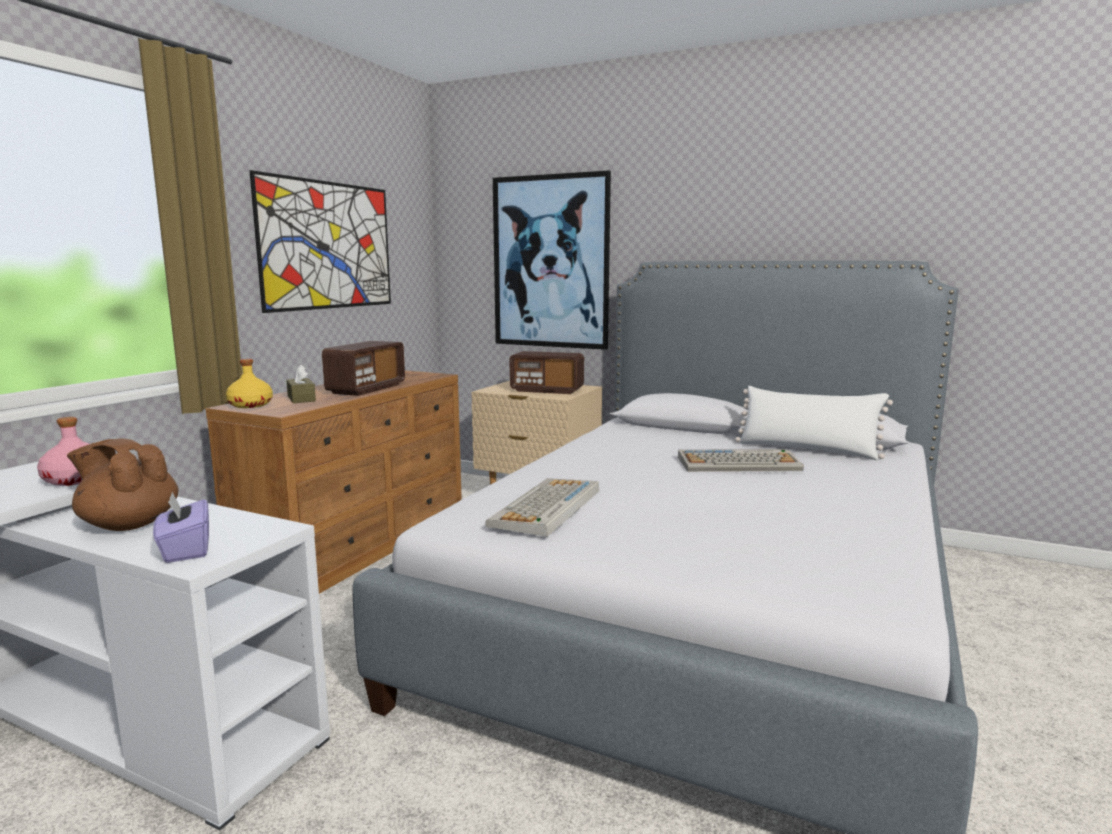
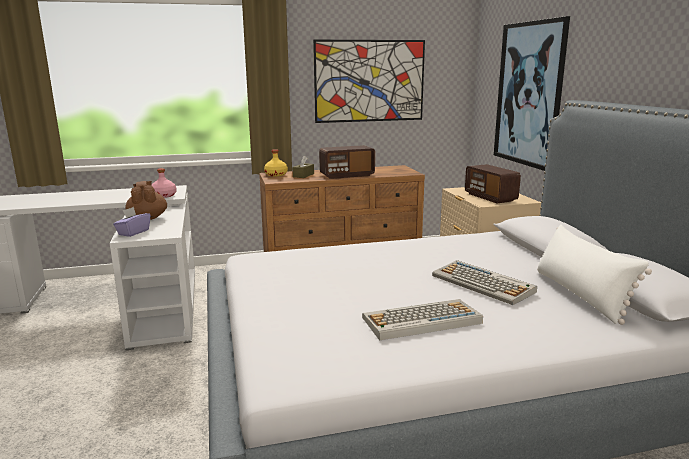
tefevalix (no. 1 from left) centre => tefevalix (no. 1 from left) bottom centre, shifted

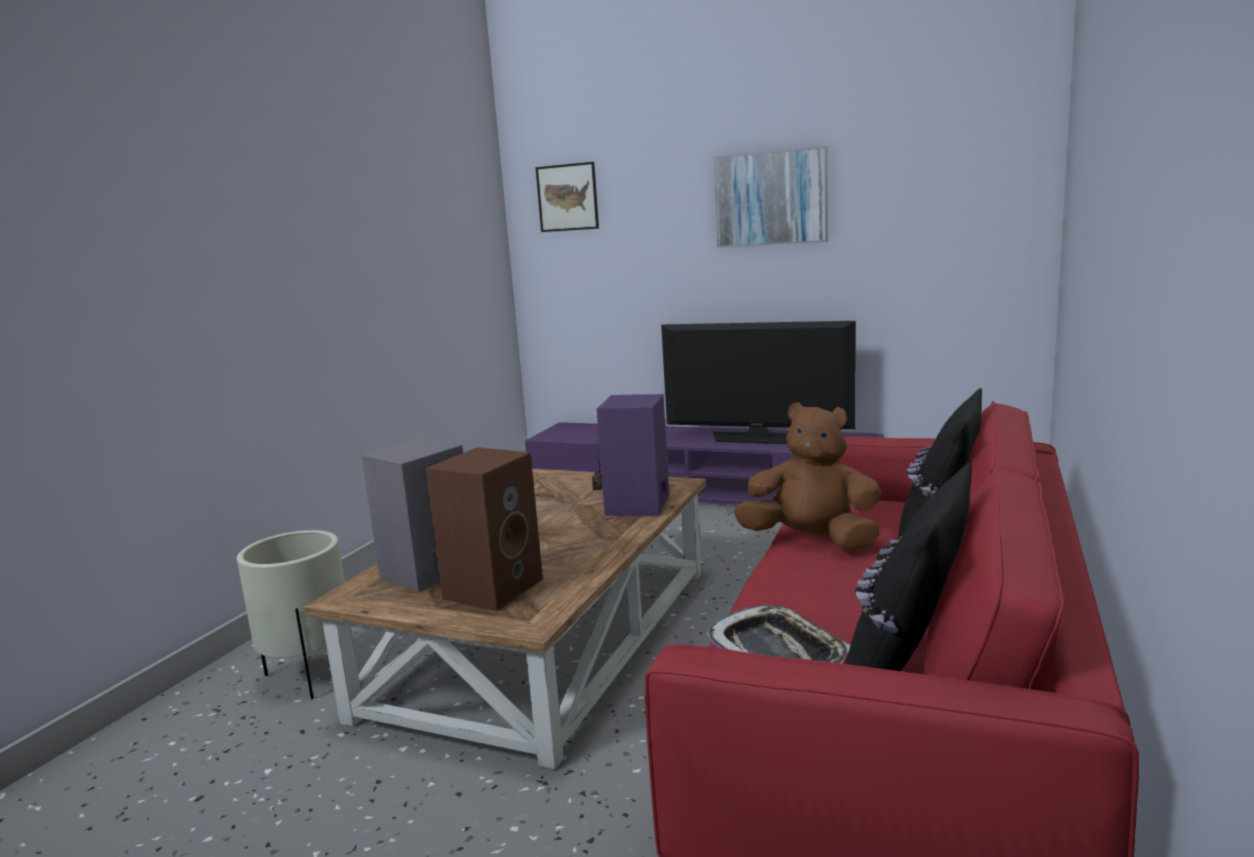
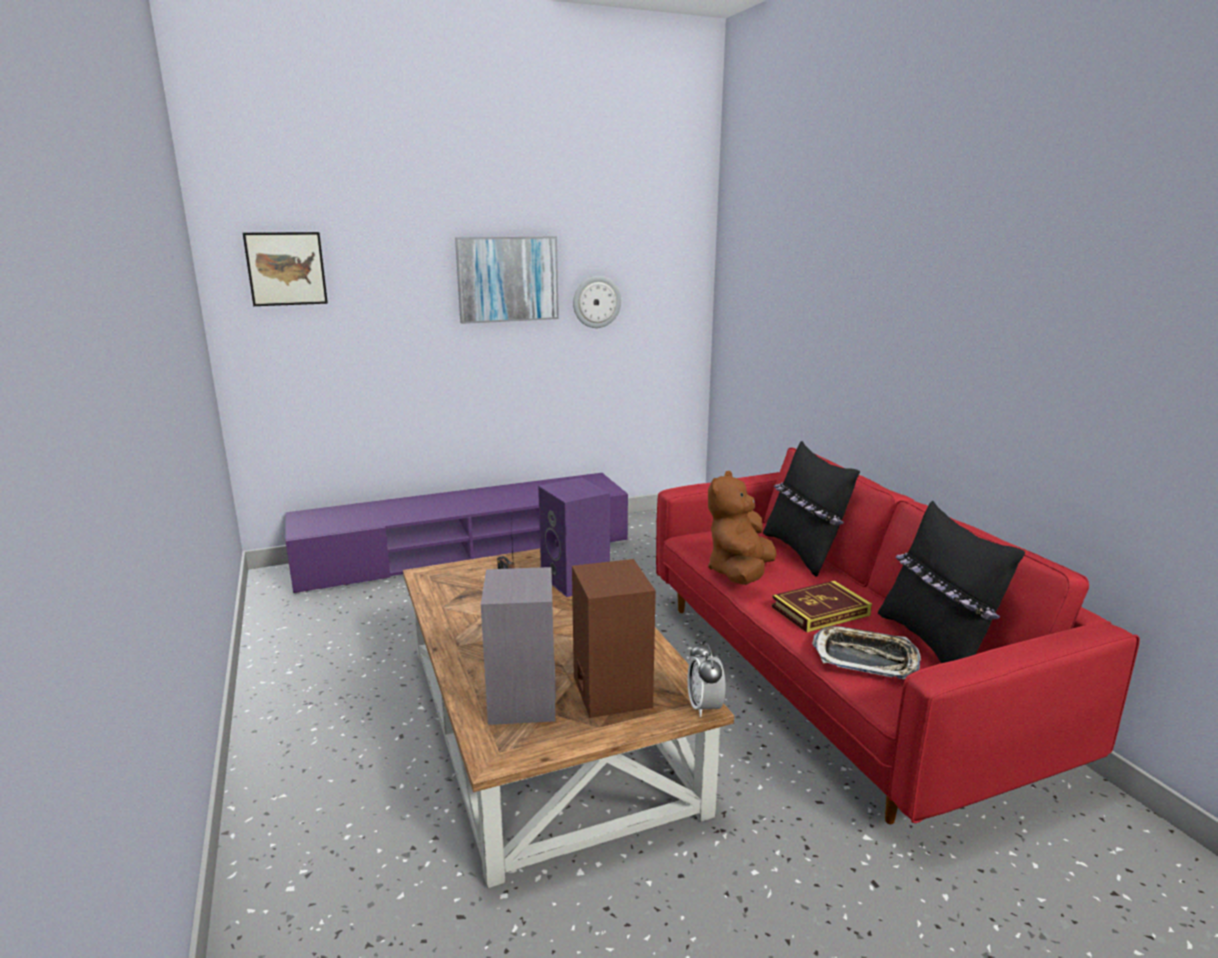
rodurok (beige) bottom left => nothing
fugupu centre => nothing
nothing => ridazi top centre
nothing => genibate bottom centre
nothing => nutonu middle right
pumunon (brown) centre, 45 degrees counterclockwise

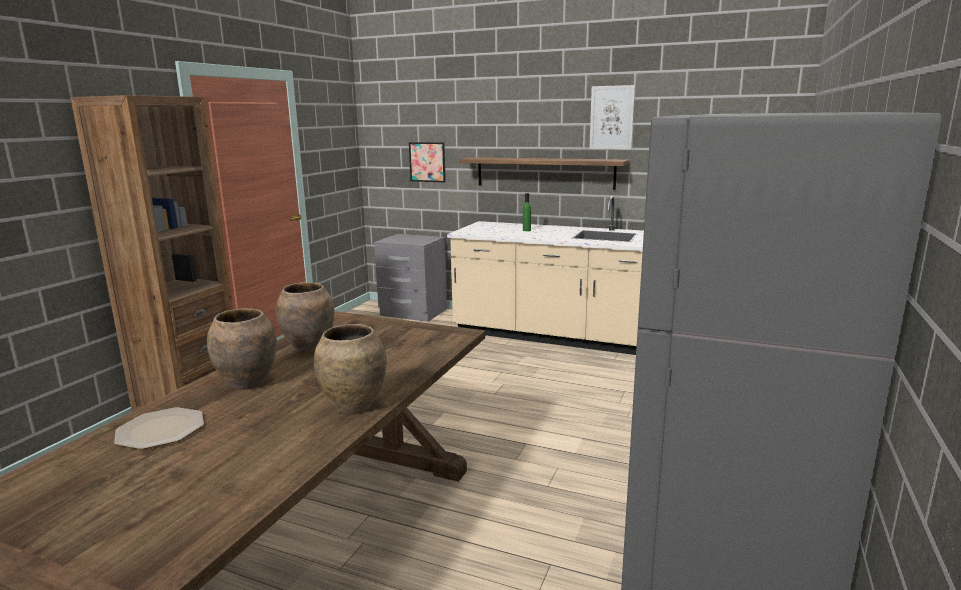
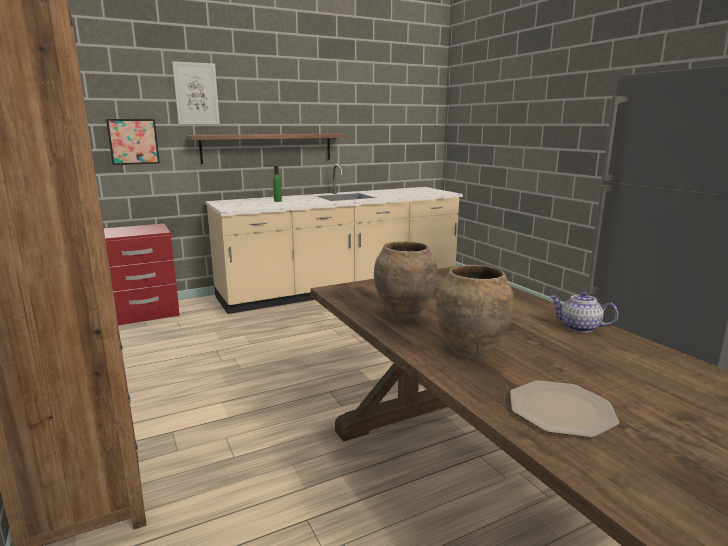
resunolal (no. 2 from left) top centre => resunolal (no. 2 from left) top left, shifted
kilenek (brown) (no. 3 from left) centre => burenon middle right
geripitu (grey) centre => geripitu (red) middle left

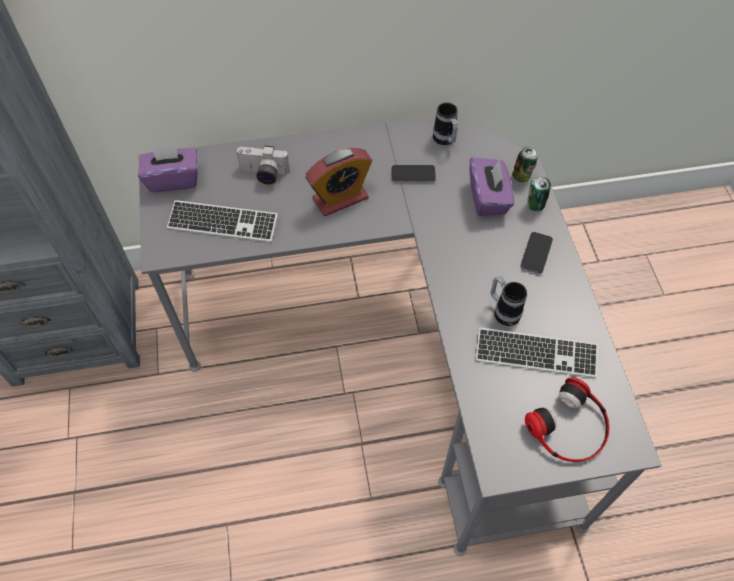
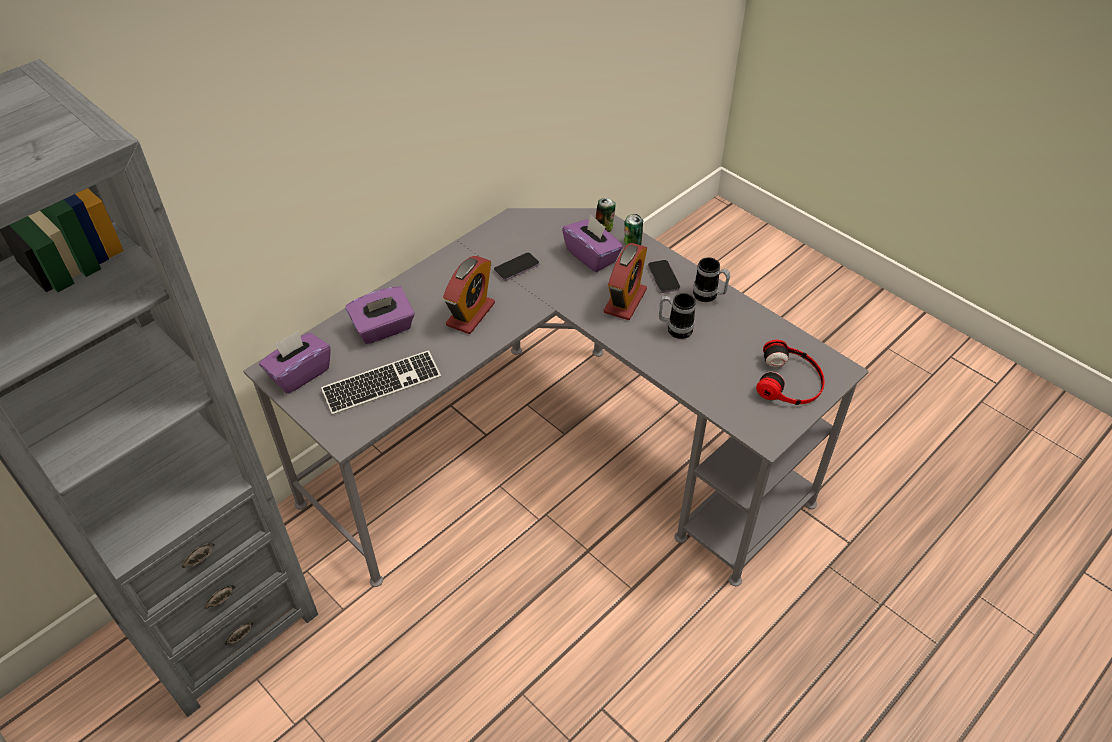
tefevalix (no. 2 from left) middle right => nothing
nothing => genibate (no. 2 from left) centre
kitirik (no. 1 from left in the first image) top centre => kitirik (no. 2 from left) centre, shifted
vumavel top centre => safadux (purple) (no. 2 from left) centre

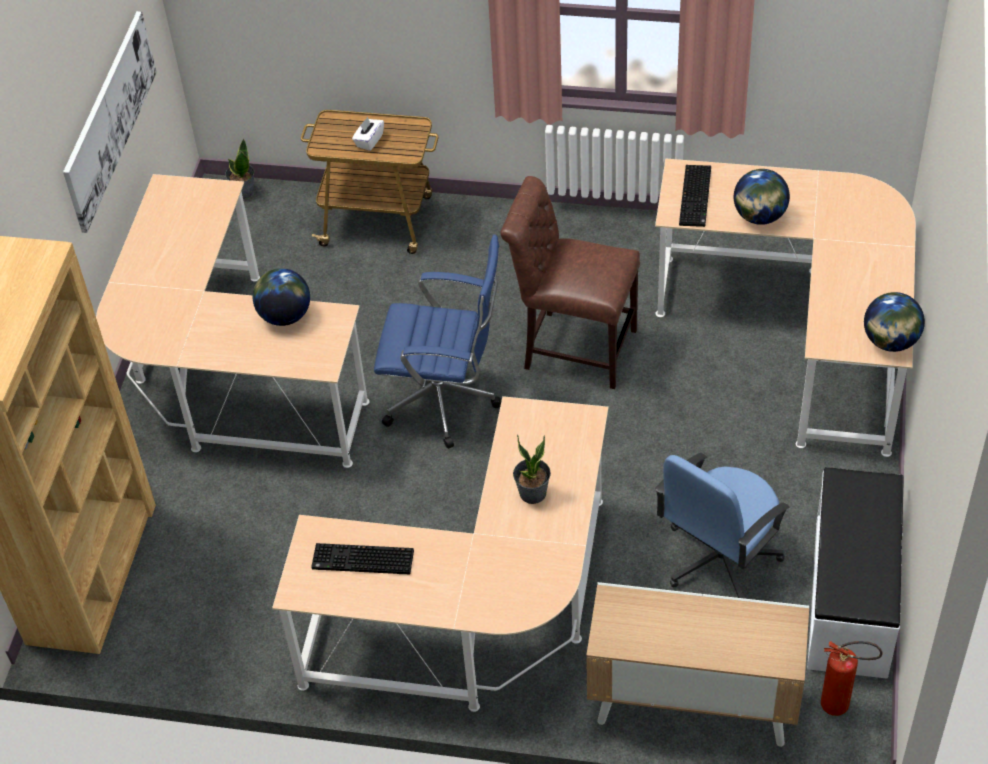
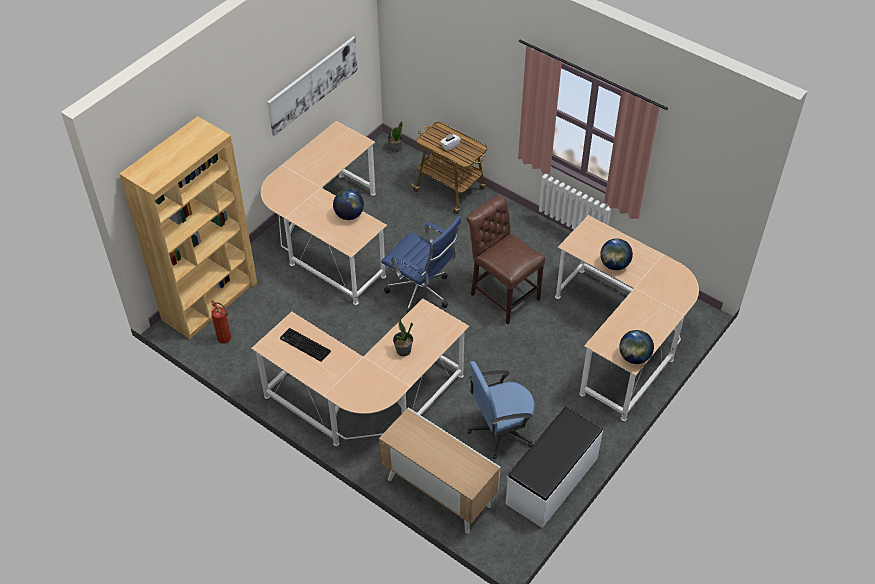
tefevalix (no. 2 from left) top right => nothing
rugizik bottom right => rugizik middle left, shifted

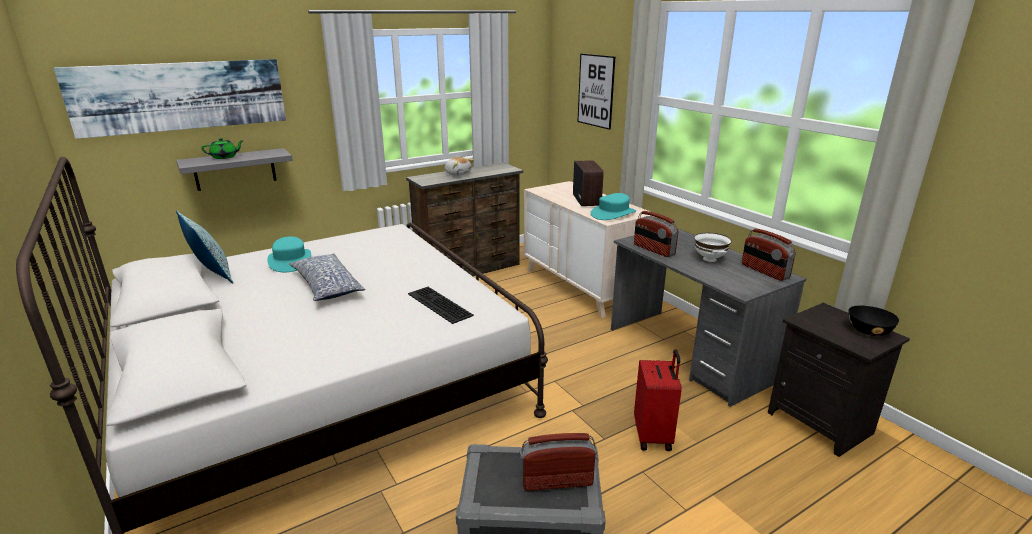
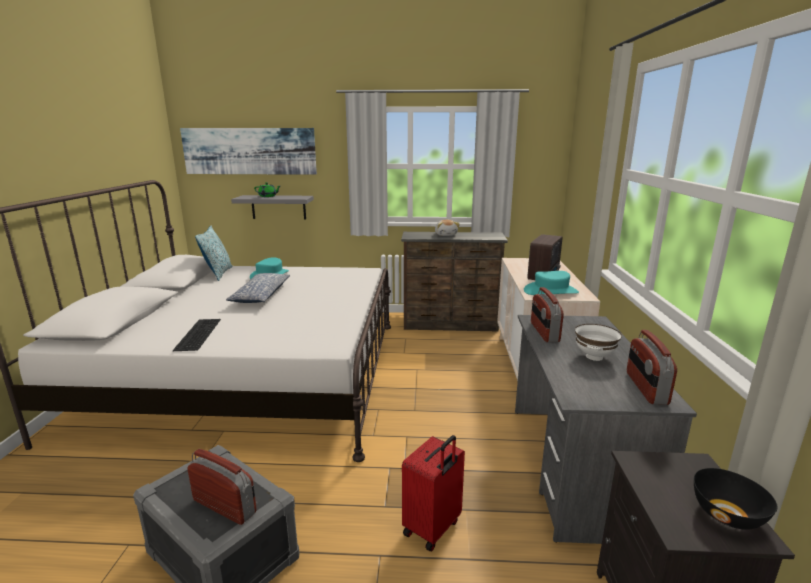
resunolal (no. 2 from left) top centre => nothing
tefevalix centre => tefevalix middle left, shifted

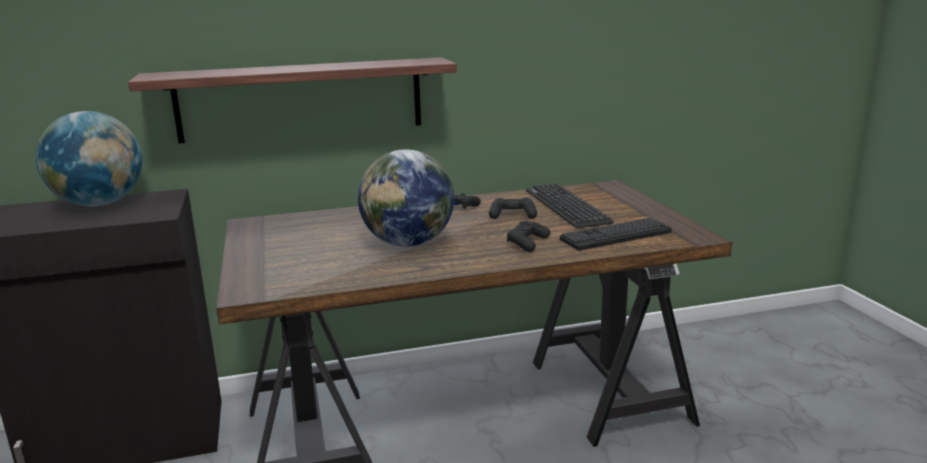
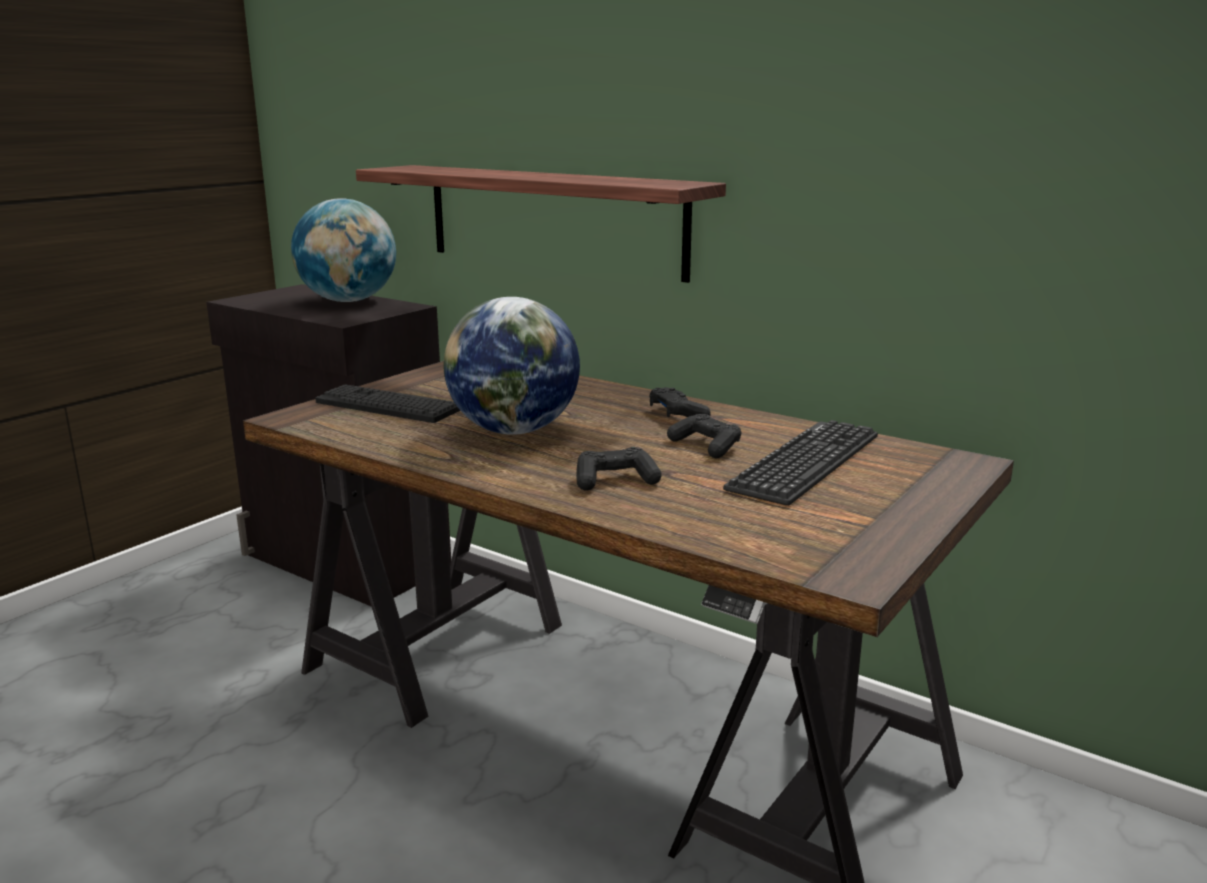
tefevalix (no. 2 from left in the first image) centre => tefevalix (no. 1 from left) middle left, shifted

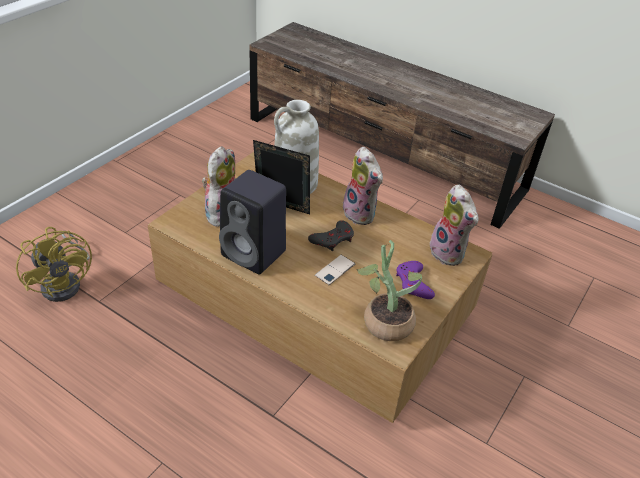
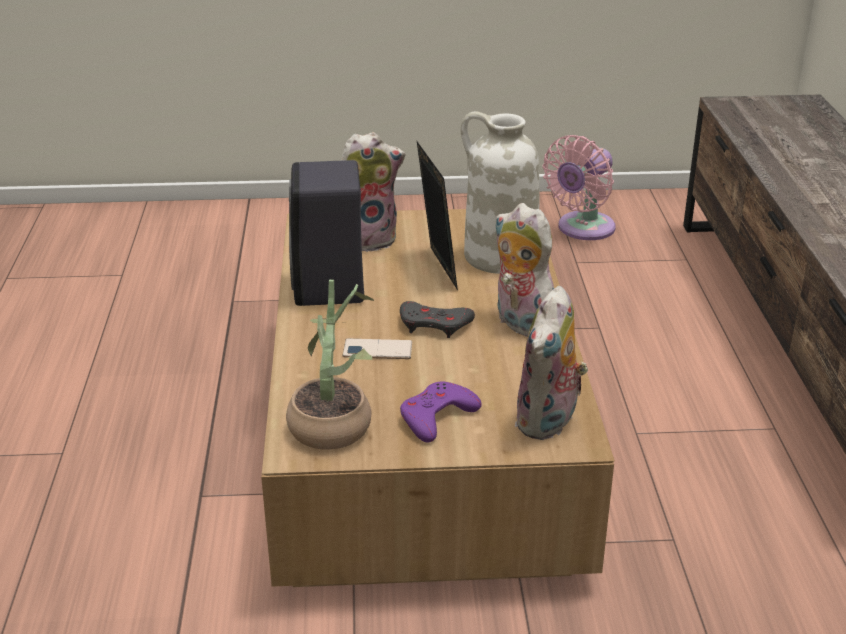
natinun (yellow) middle left => nothing
nothing => natinun (pink) top right
pumunon (no. 2 from left) centre, 120 degrees clockwise

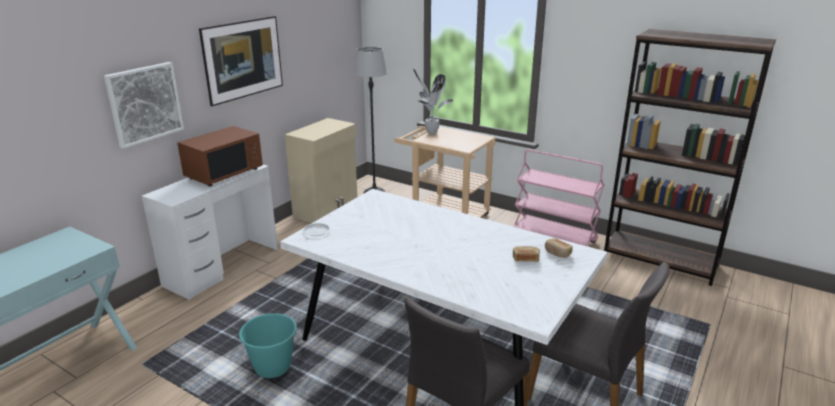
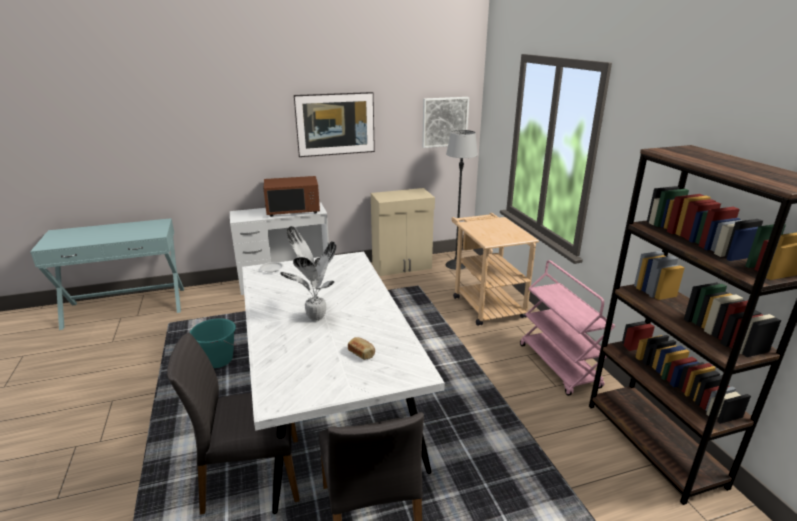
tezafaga (no. 2 from left) middle right => nothing
resunolal (no. 1 from left in the first image) top left => resunolal (no. 2 from left) top centre, shifted
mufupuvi top centre => mufupuvi centre, shifted

